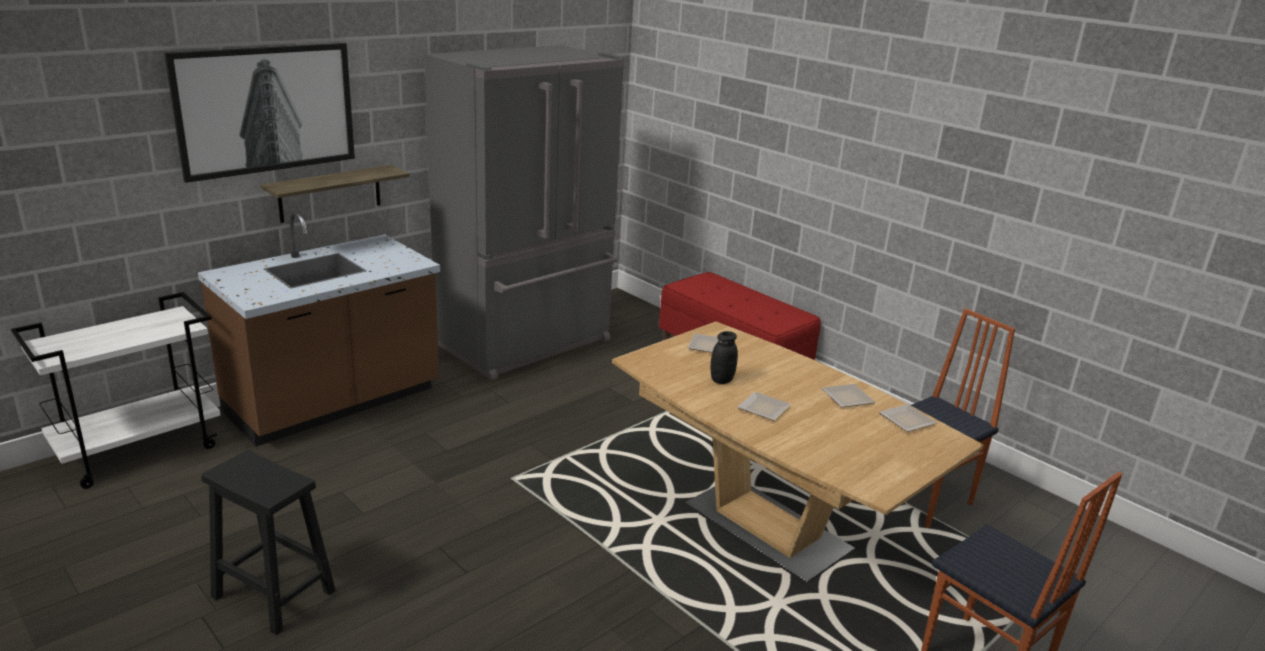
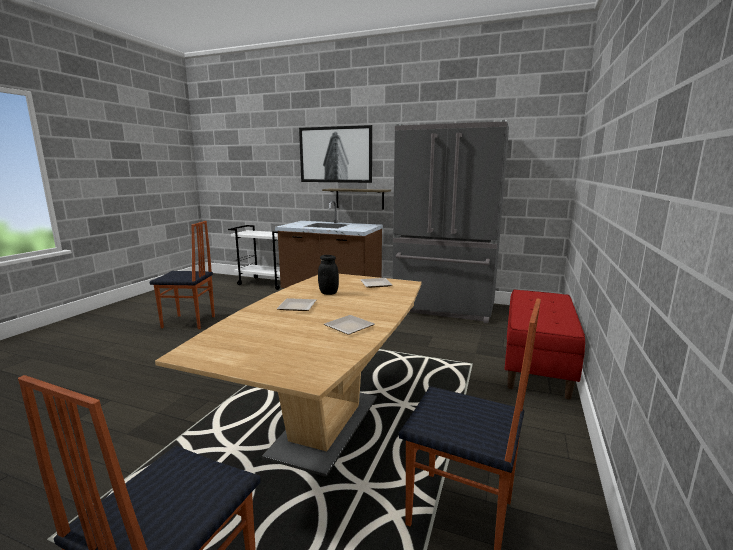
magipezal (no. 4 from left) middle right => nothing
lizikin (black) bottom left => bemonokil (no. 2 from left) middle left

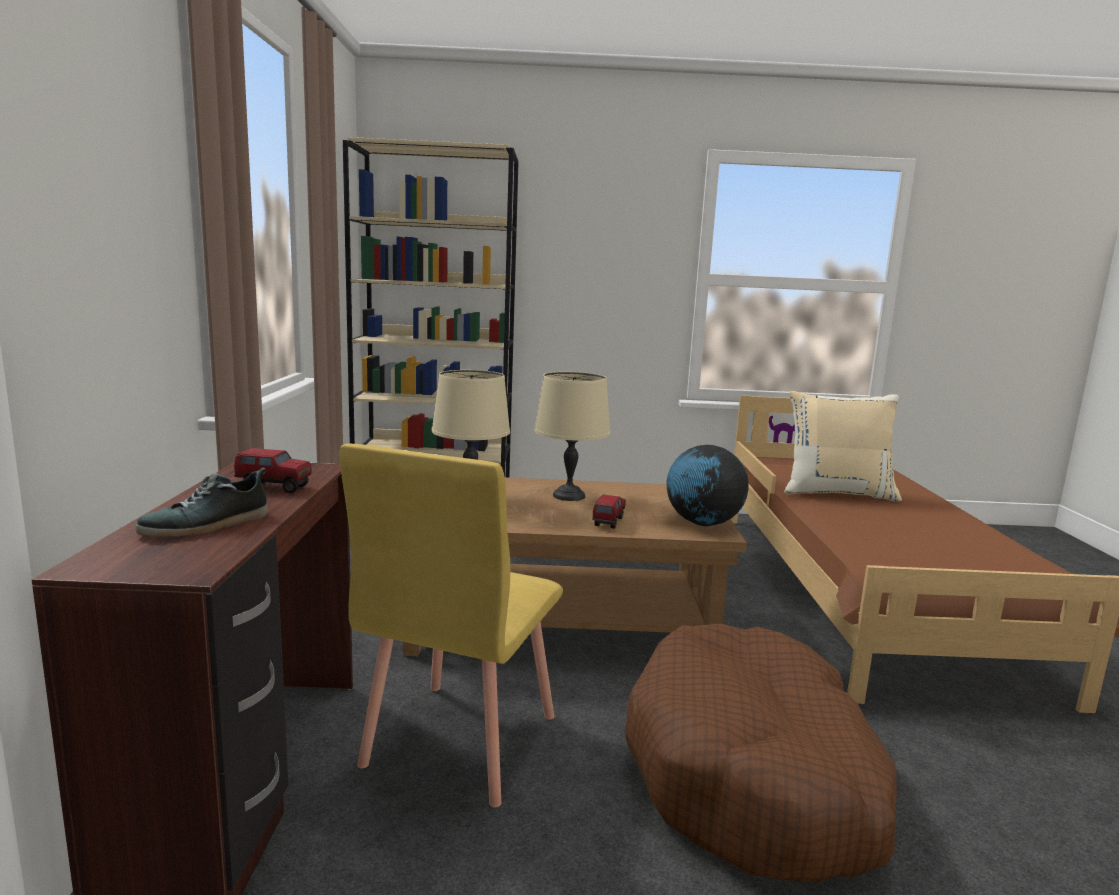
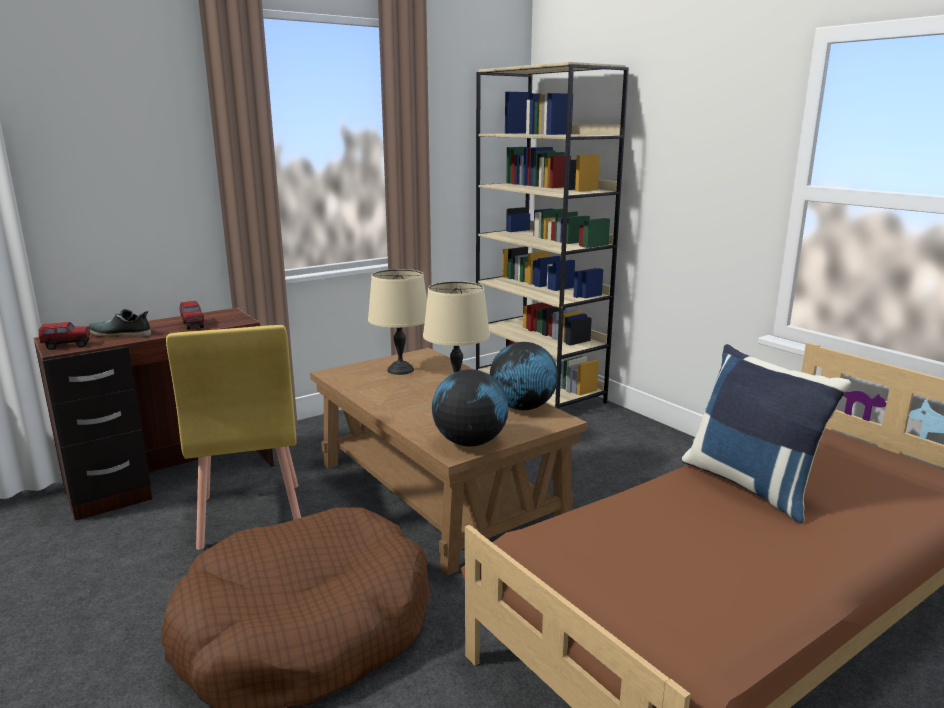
nothing => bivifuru (no. 2 from left) centre
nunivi (no. 2 from left in the first image) centre => nunivi (no. 1 from left) middle left, shifted
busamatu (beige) middle right => busamatu (blue) middle right
bemonokil (yellow) bottom centre => bemonokil (yellow) middle left, 90 degrees counterclockwise

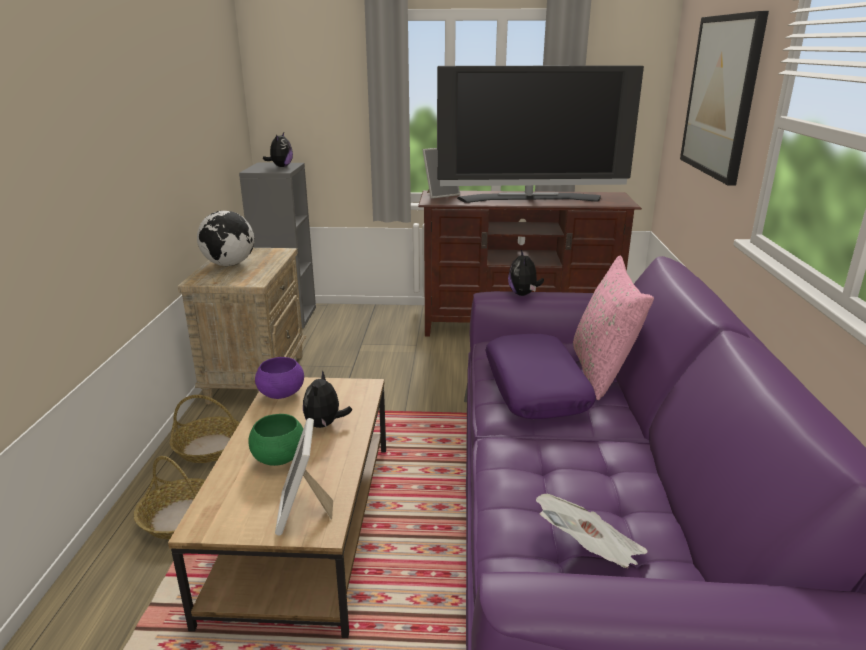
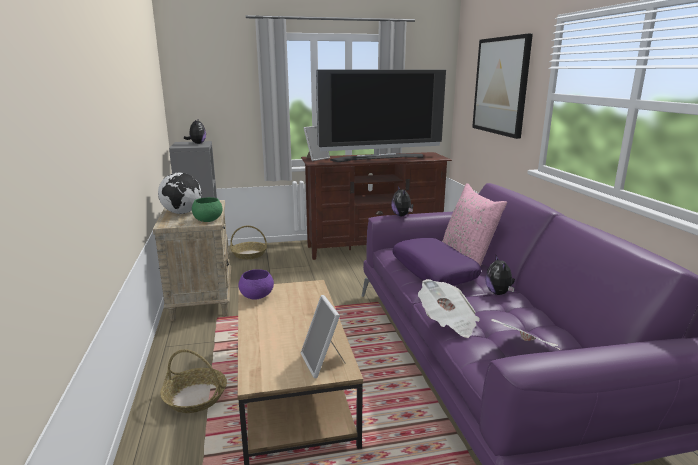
nothing => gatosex (no. 1 from left) centre
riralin (no. 2 from left) middle left => riralin (no. 2 from left) centre, shifted
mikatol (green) bottom left => mikatol (green) middle left, shifted
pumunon (no. 2 from left in the first image) centre => pumunon (no. 3 from left) middle right, shifted

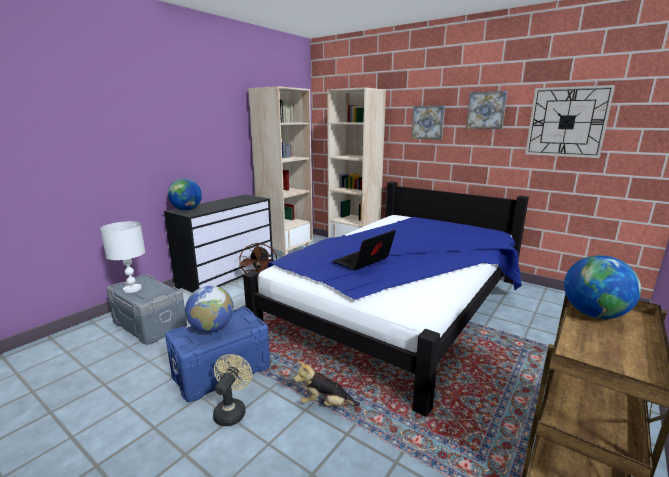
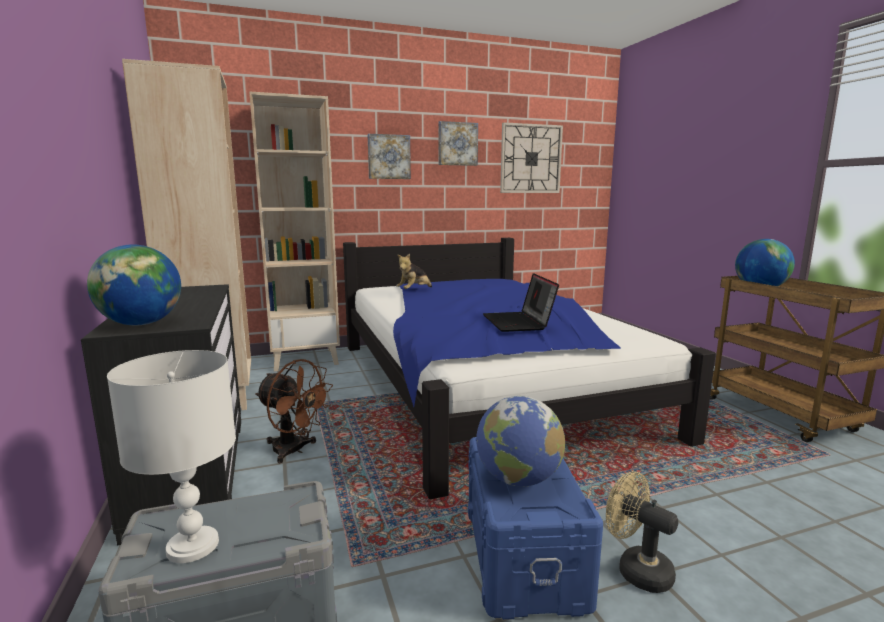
pumunon bottom centre => pumunon centre, shifted

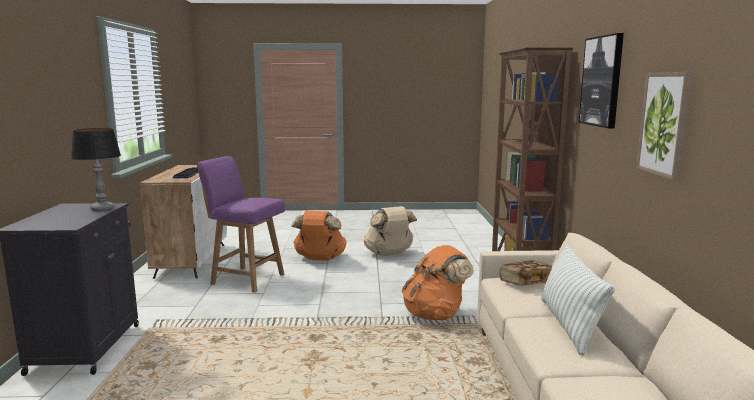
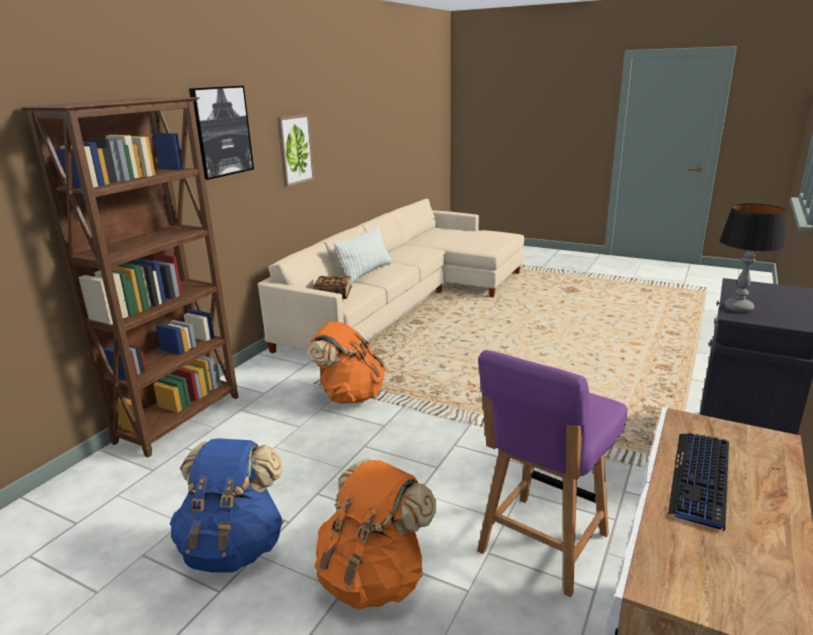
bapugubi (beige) centre => bapugubi (blue) bottom left
bemonokil (purple) middle left => bemonokil (purple) bottom right, 75 degrees clockwise

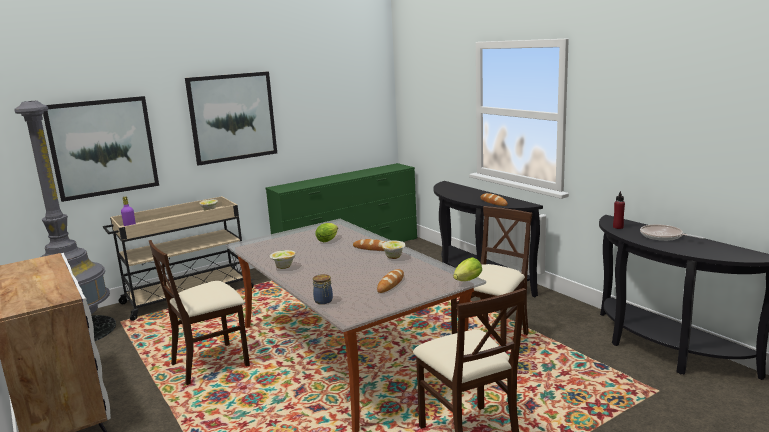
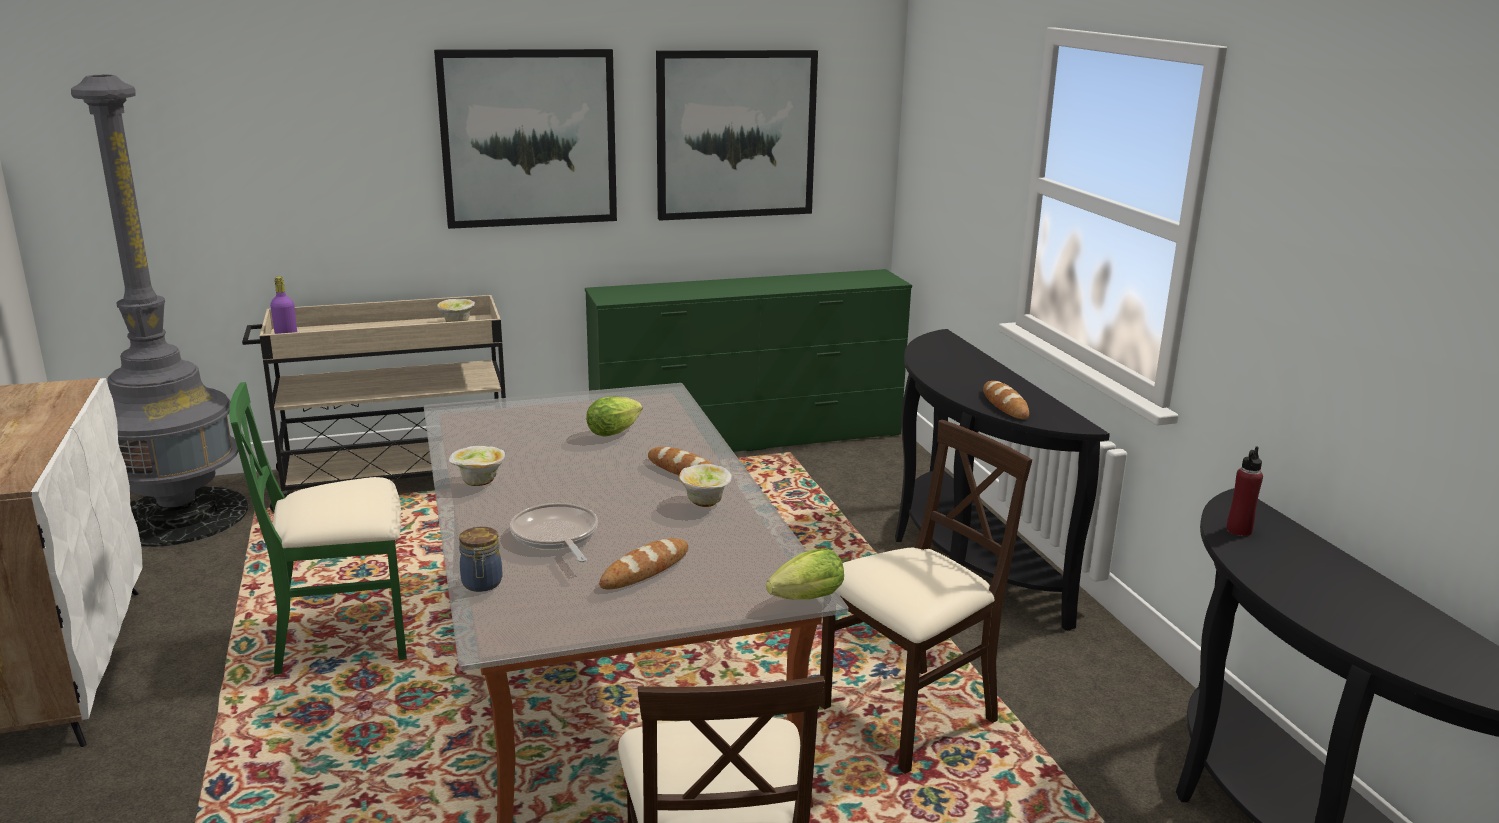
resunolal (no. 1 from left in the first image) middle left => resunolal (no. 2 from left) top centre, shifted
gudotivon middle right => gudotivon centre, shifted
bemonokil (beige) (no. 1 from left) bottom left => bemonokil (green) middle left

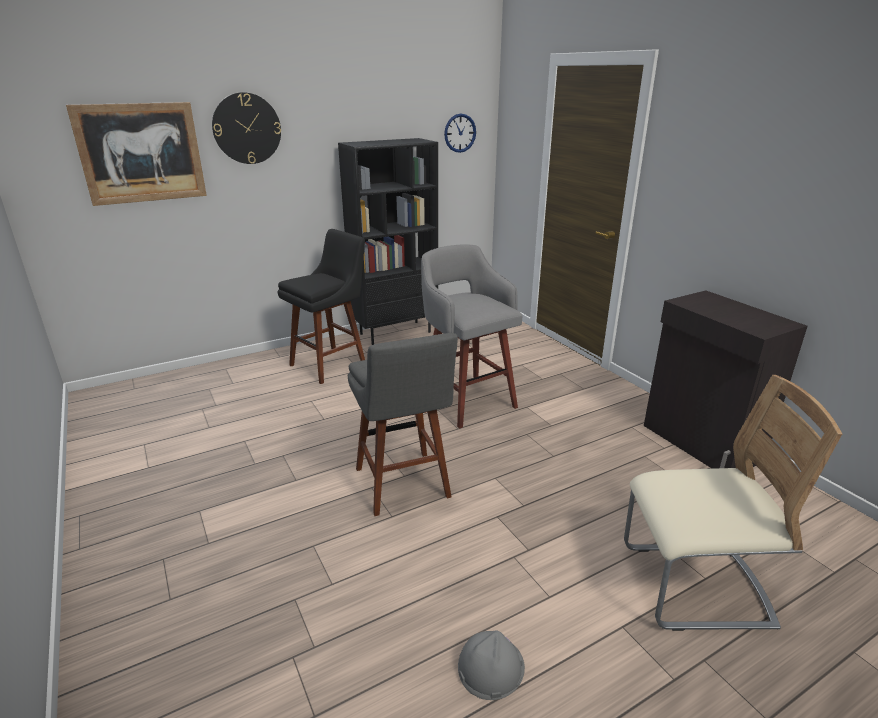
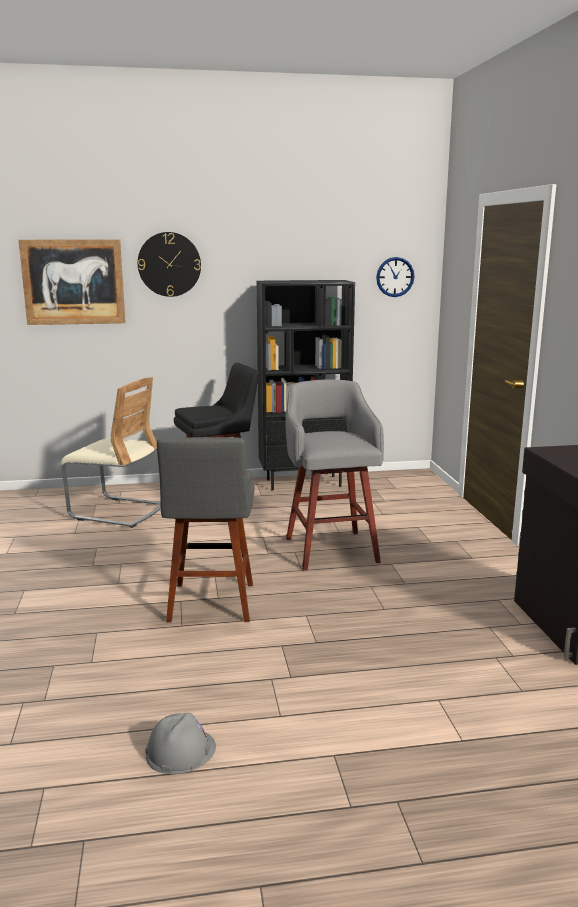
bemonokil (beige) bottom right => bemonokil (beige) middle left, shifted

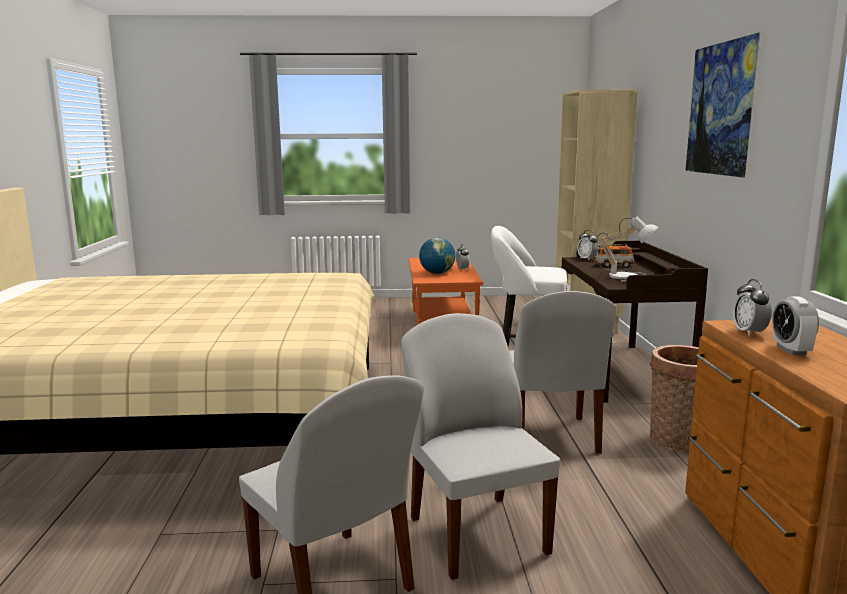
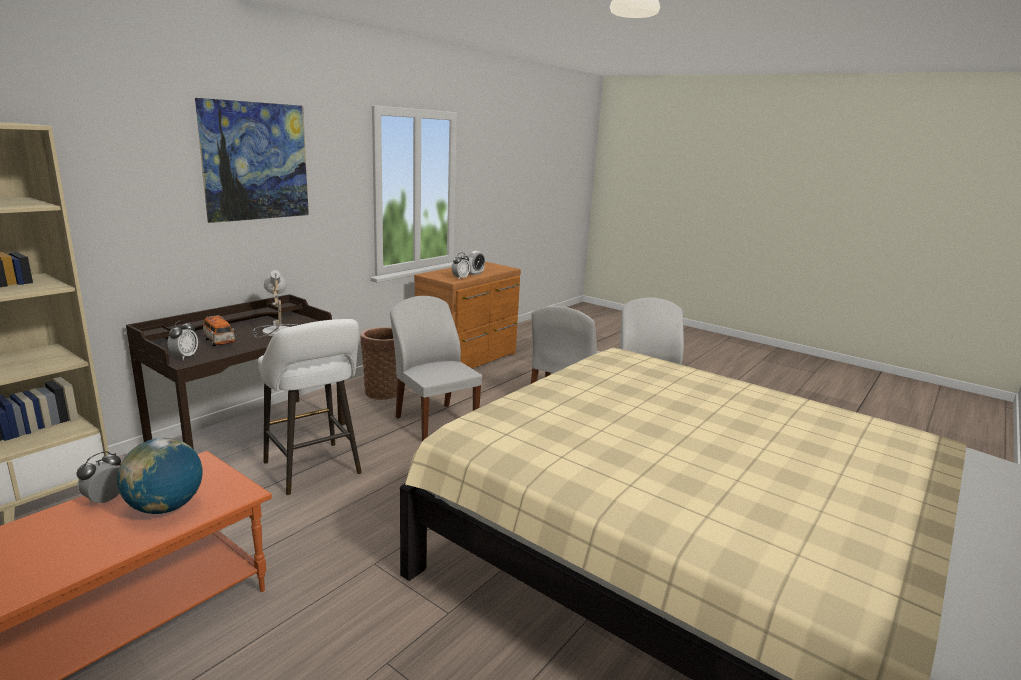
bemonokil (white) (no. 3 from left in the first image) centre => bemonokil (white) (no. 1 from left) centre, 75 degrees counterclockwise

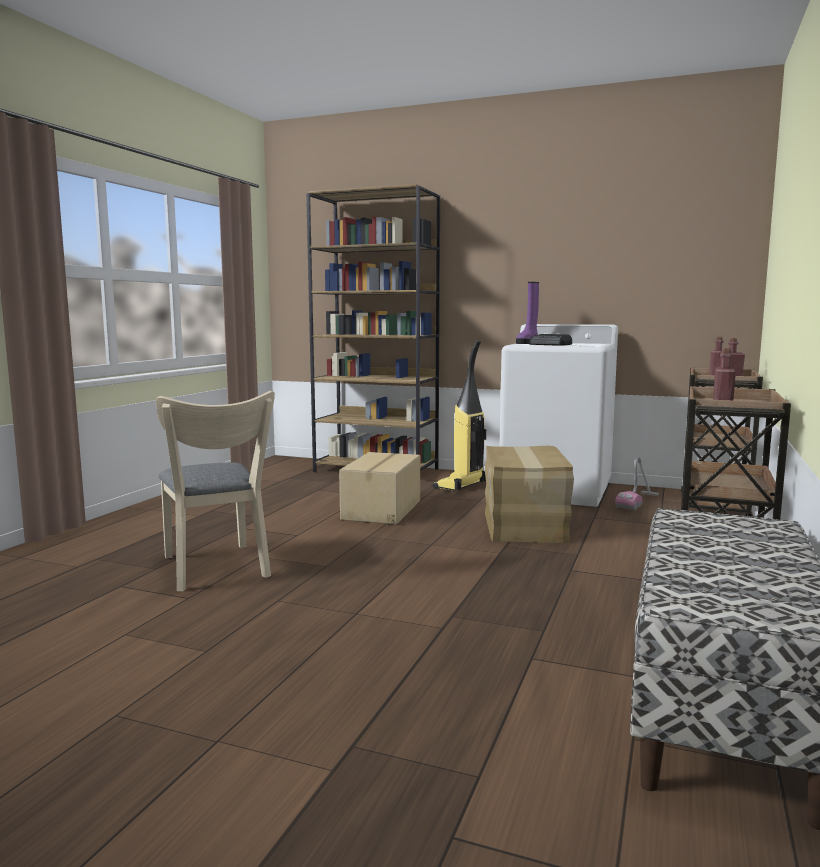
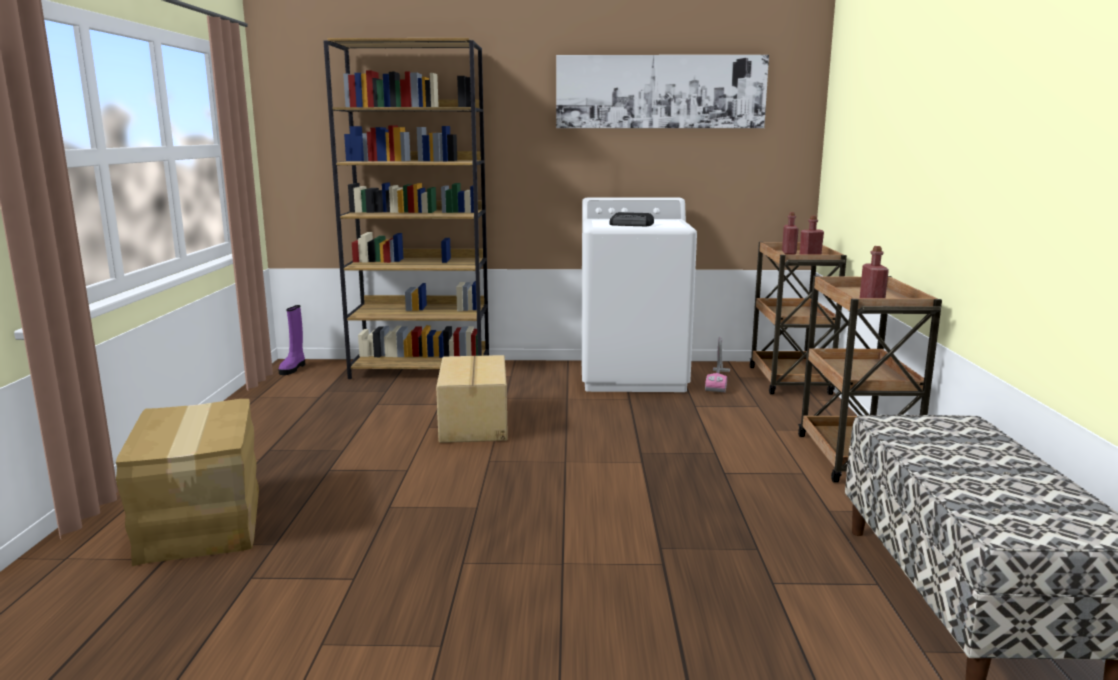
bemonokil (beige) middle left => nothing
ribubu (no. 1 from left) centre => nothing
nothing => resunolal top centre
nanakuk (no. 2 from left in the first image) centre => nanakuk (no. 1 from left) bottom left, shifted
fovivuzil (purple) centre => fovivuzil (purple) middle left, shifted

